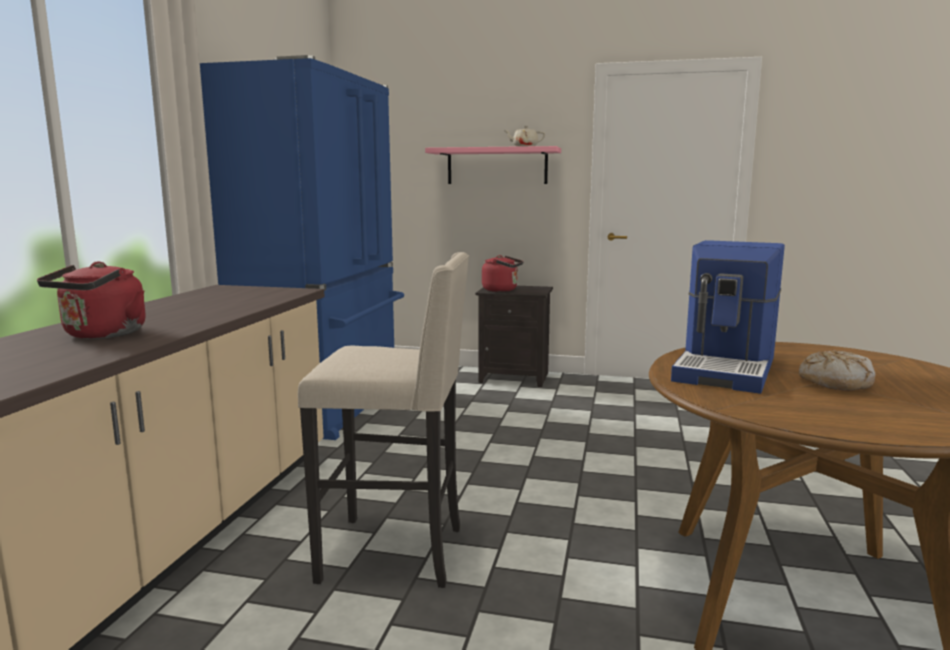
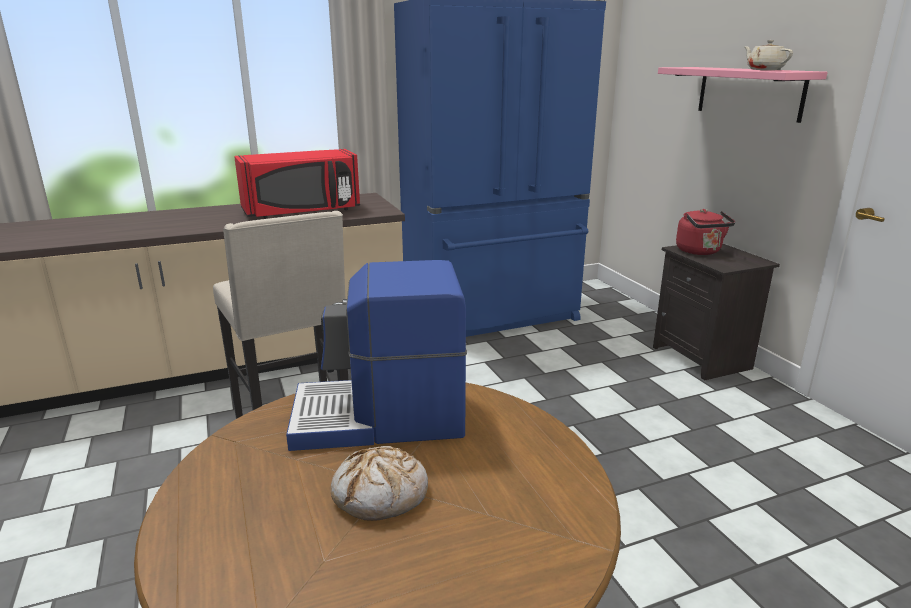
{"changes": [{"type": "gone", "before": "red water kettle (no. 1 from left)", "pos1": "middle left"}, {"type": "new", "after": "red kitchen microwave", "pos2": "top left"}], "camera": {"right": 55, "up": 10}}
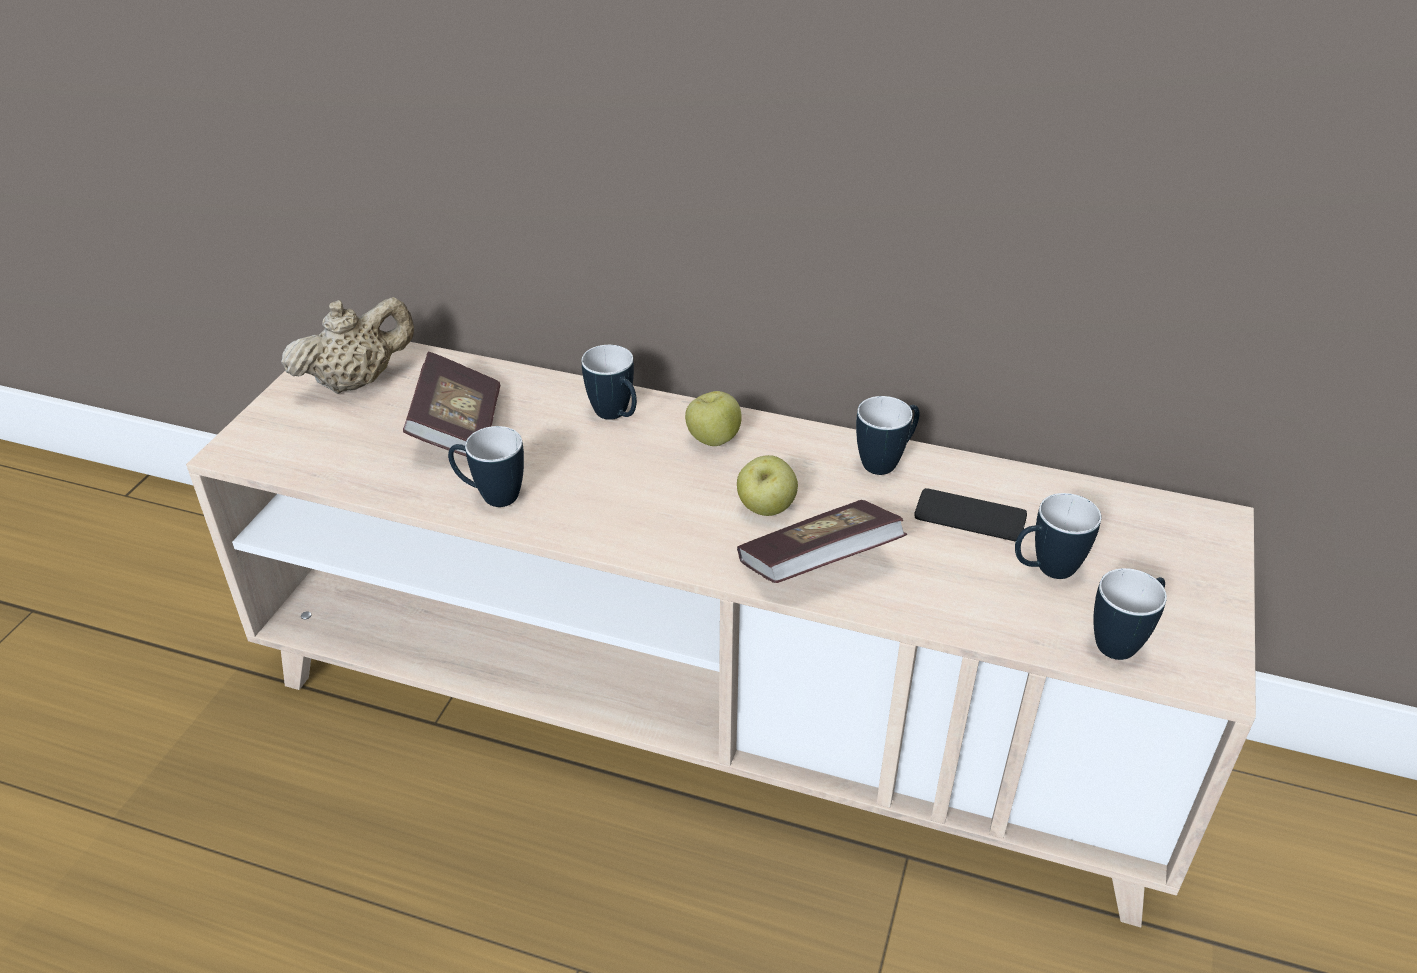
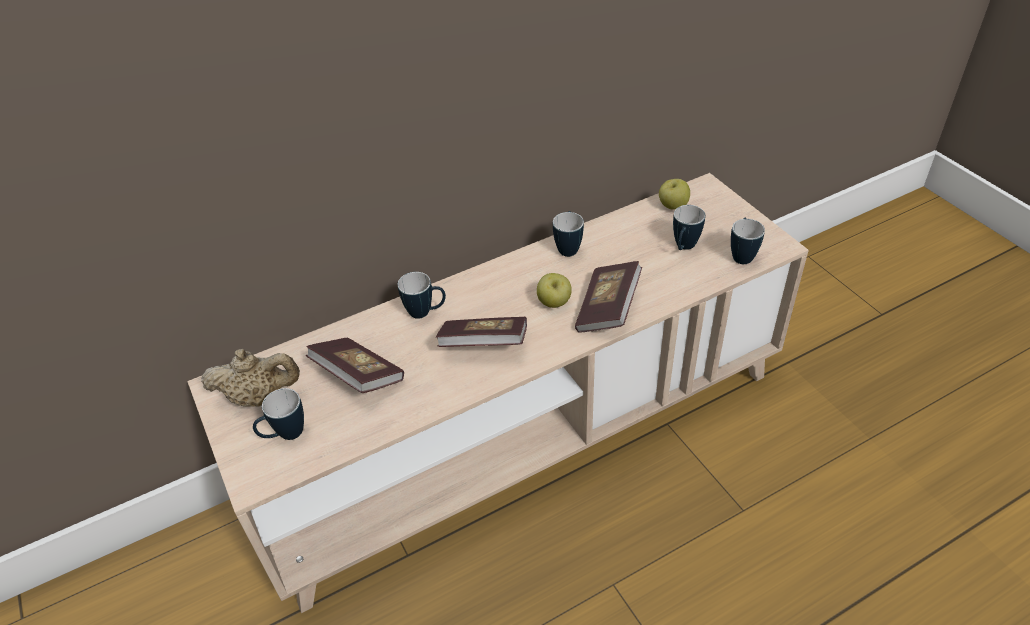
{"changes": [{"type": "gone", "before": "telephone", "pos1": "middle right"}, {"type": "new", "after": "bound book (no. 2 from left)", "pos2": "centre"}, {"type": "shifted", "before": "coffee mug (no. 1 from left)", "pos1": "centre", "pos2": "middle left"}, {"type": "shifted", "before": "whole apple (no. 1 from left in the first image)", "after": "whole apple (no. 2 from left)", "pos1": "centre", "pos2": "top centre"}, {"type": "rotated", "before": "beige-coloured pot for tea", "pos1": "middle left", "pos2": "middle left", "turn": 75}], "camera": {"right": -45, "up": 5}}
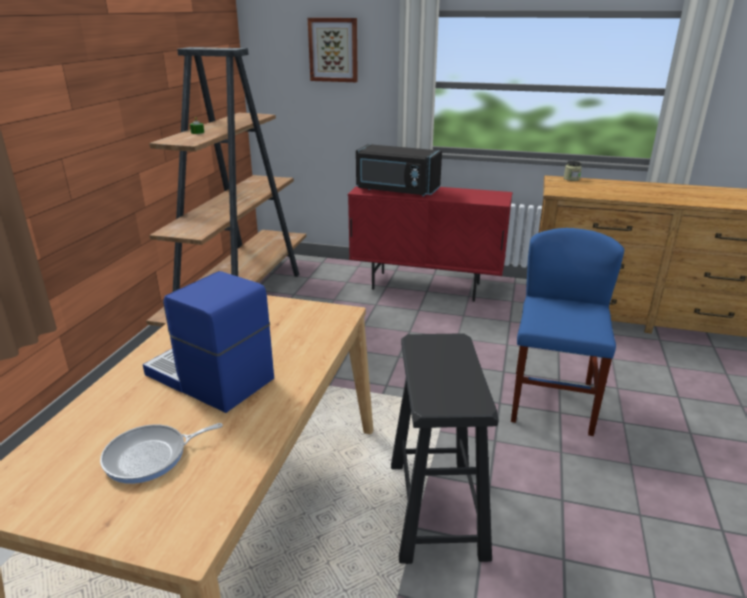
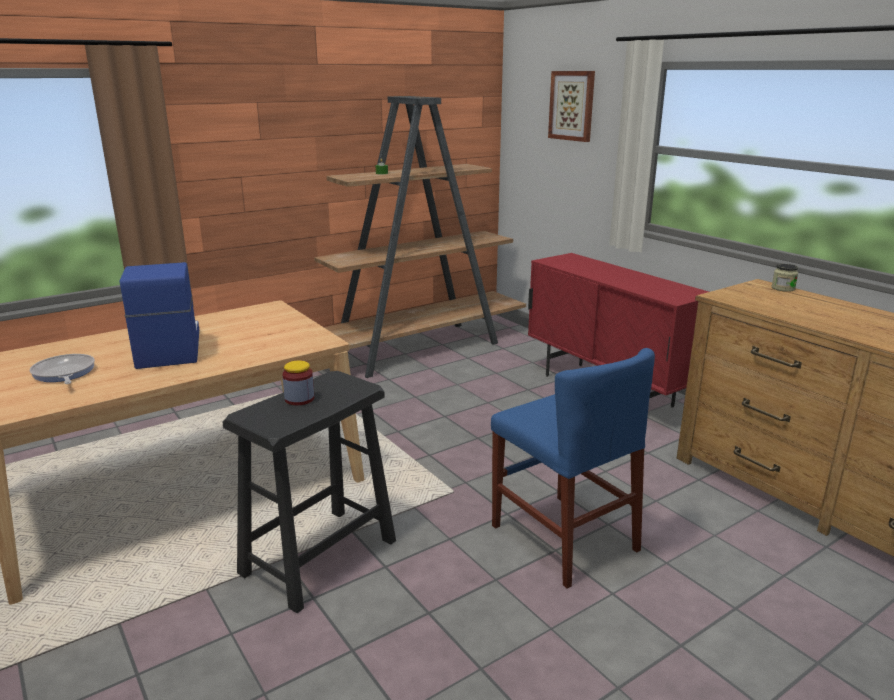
{"changes": [{"type": "gone", "before": "black-coloured kitchen microwave", "pos1": "top centre"}, {"type": "new", "after": "preserve jar (no. 1 from left)", "pos2": "centre"}, {"type": "rotated", "before": "frying pan", "pos1": "bottom left", "pos2": "middle left", "turn": 45}, {"type": "rotated", "before": "bluish upright chair", "pos1": "middle right", "pos2": "bottom centre", "turn": 90}], "camera": {"right": 40, "up": -5}}
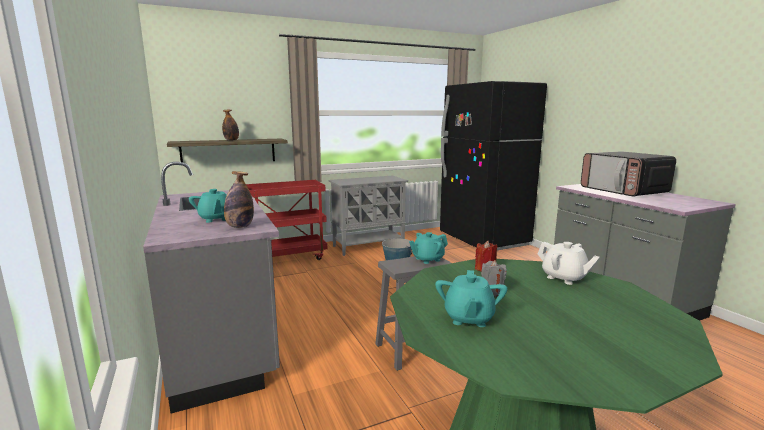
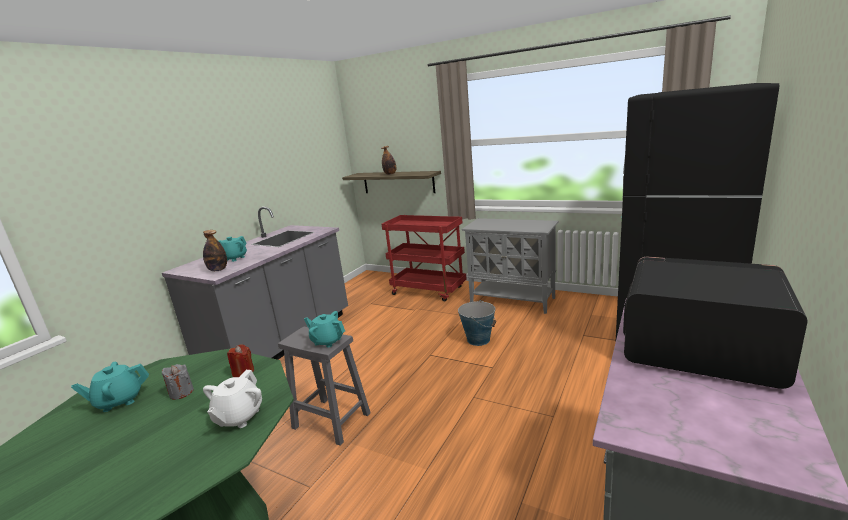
{"changes": [{"type": "rotated", "before": "kitchen microwave", "pos1": "middle right", "pos2": "middle right", "turn": 90}], "camera": {"right": 55, "up": 5}}
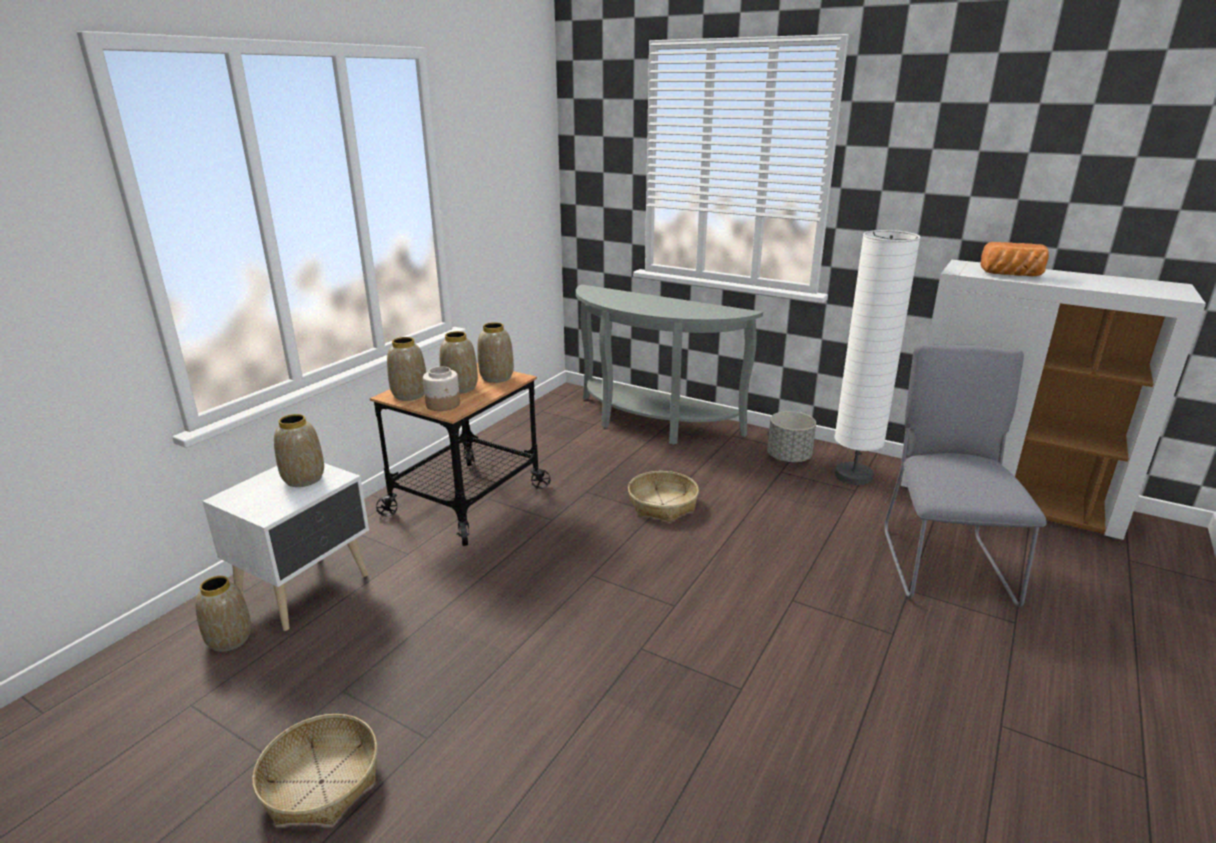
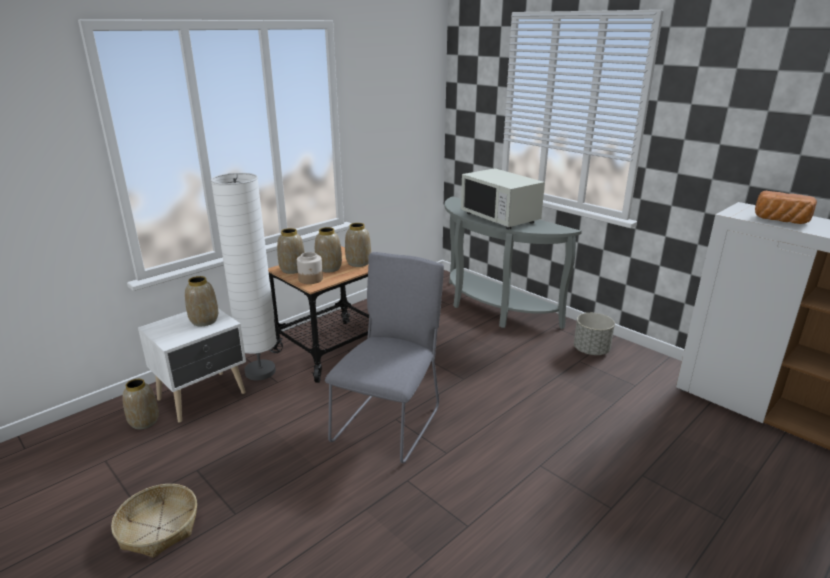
{"changes": [{"type": "gone", "before": "storage basket (no. 2 from left)", "pos1": "centre"}, {"type": "new", "after": "whitish kitchen microwave", "pos2": "centre"}, {"type": "shifted", "before": "whitish standard lamp", "pos1": "middle right", "pos2": "middle left"}, {"type": "shifted", "before": "greyish upright chair", "pos1": "middle right", "pos2": "centre"}], "camera": {"right": 15, "up": 0}}
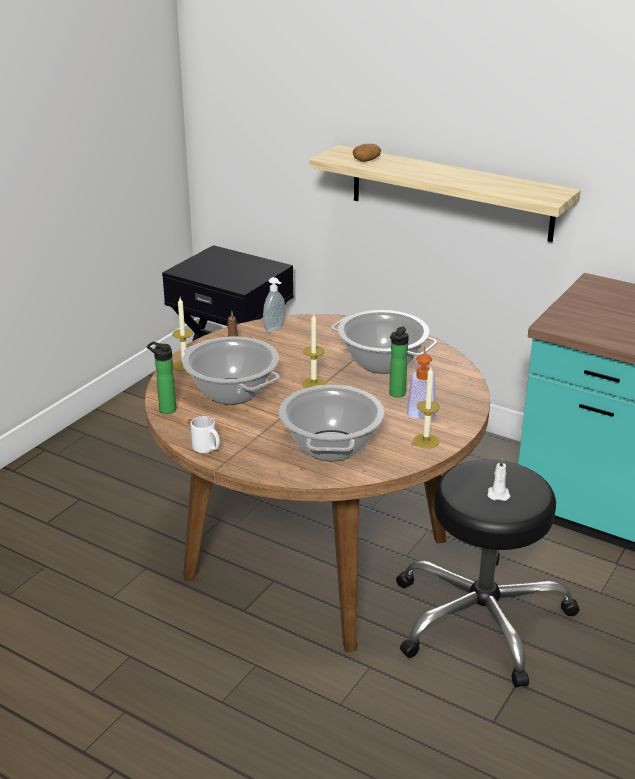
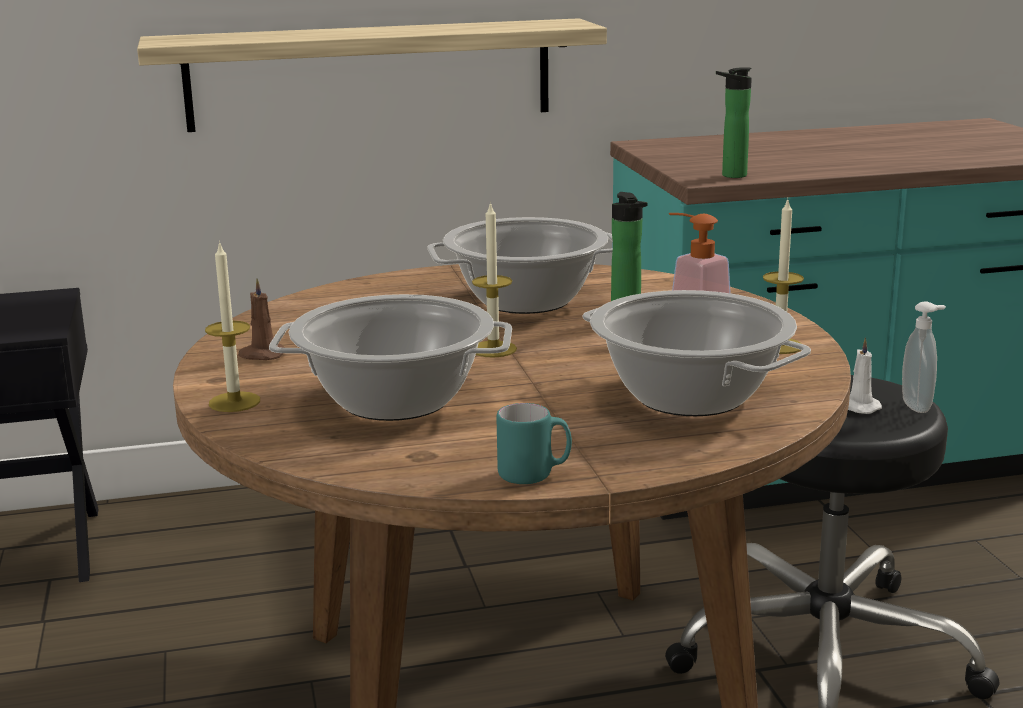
{"changes": [{"type": "gone", "before": "potato", "pos1": "top centre"}, {"type": "shifted", "before": "bottle (no. 1 from left in the first image)", "after": "bottle (no. 2 from left)", "pos1": "middle left", "pos2": "top right"}, {"type": "shifted", "before": "soap bottle (no. 1 from left in the first image)", "after": "soap bottle (no. 2 from left)", "pos1": "centre", "pos2": "middle right"}, {"type": "repainted", "before": "whitish coffee mug", "after": "turquoise coffee mug", "pos1": "middle left", "pos2": "centre"}], "camera": {"right": -45, "up": -10}}
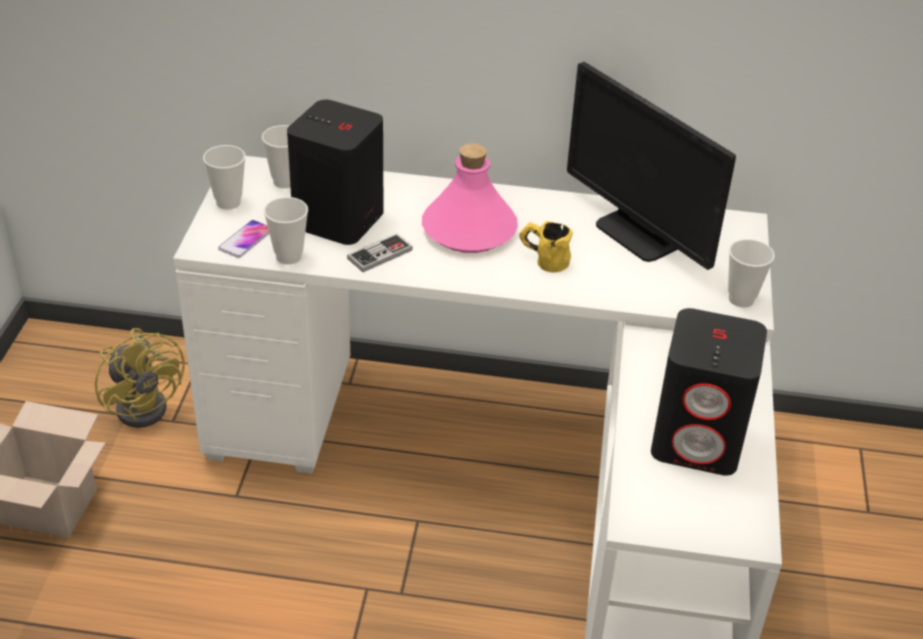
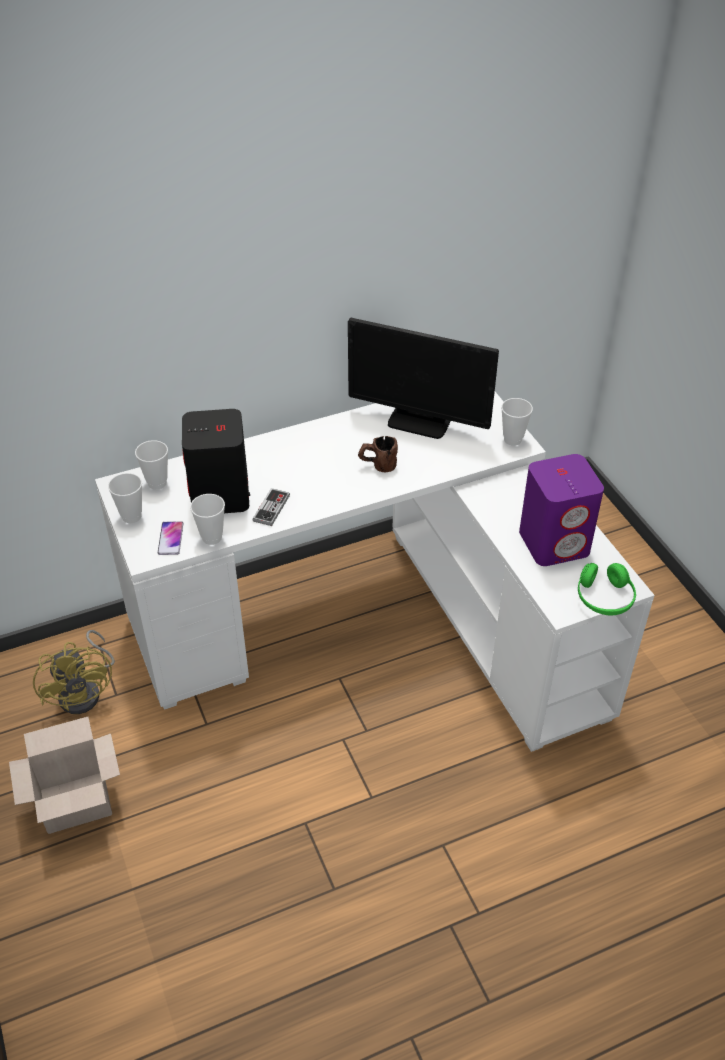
{"changes": [{"type": "gone", "before": "pinkish bottle", "pos1": "top centre"}, {"type": "new", "after": "green-coloured headphones", "pos2": "middle right"}, {"type": "repainted", "before": "yellow-coloured coffee mug", "after": "brown coffee mug", "pos1": "centre", "pos2": "centre"}, {"type": "repainted", "before": "black-coloured loudspeaker (no. 2 from left)", "after": "purplish loudspeaker", "pos1": "middle right", "pos2": "middle right"}, {"type": "rotated", "before": "yellow-coloured electric fan", "pos1": "middle left", "pos2": "middle left", "turn": 45}], "camera": {"right": -30, "up": 5}}
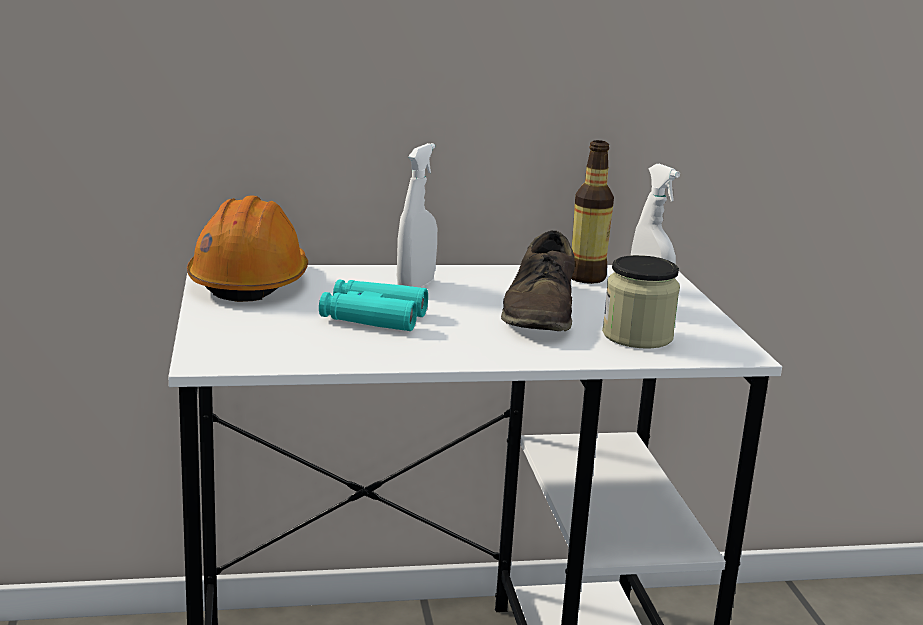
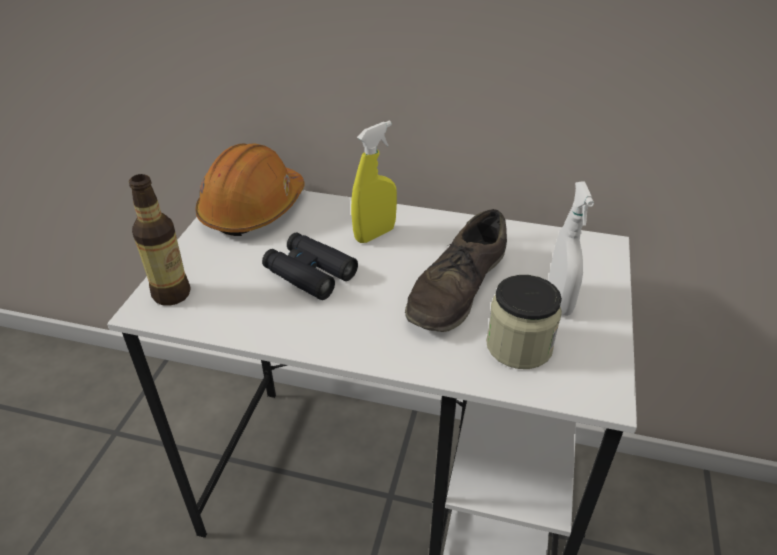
{"changes": [{"type": "shifted", "before": "bottle", "pos1": "centre", "pos2": "middle left"}, {"type": "repainted", "before": "turquoise binoculars", "after": "black-coloured binoculars", "pos1": "centre", "pos2": "centre"}, {"type": "repainted", "before": "whitish spray bottle (no. 1 from left)", "after": "yellow-coloured spray bottle", "pos1": "centre", "pos2": "top centre"}], "camera": {"right": 25, "up": 20}}
